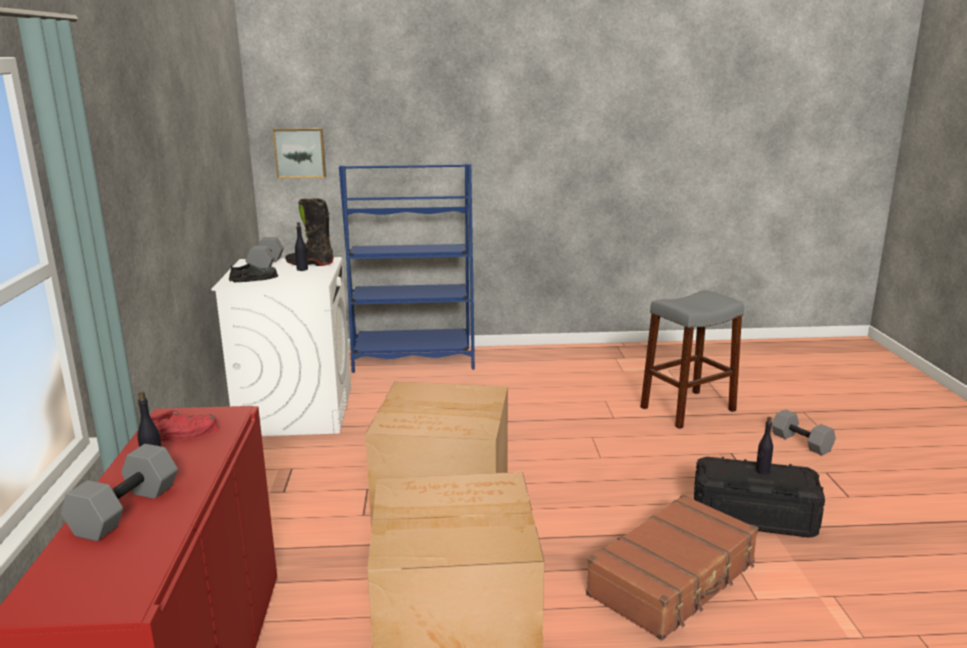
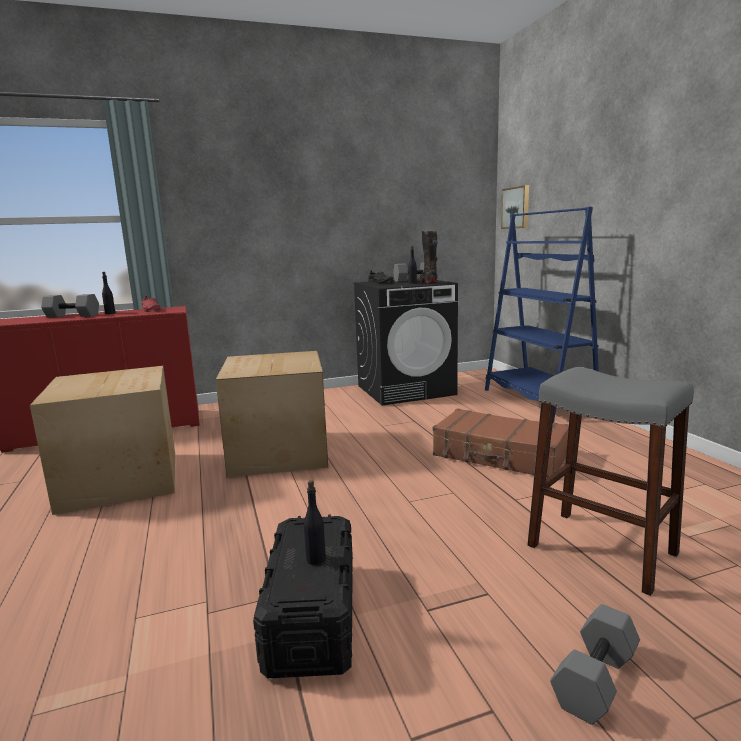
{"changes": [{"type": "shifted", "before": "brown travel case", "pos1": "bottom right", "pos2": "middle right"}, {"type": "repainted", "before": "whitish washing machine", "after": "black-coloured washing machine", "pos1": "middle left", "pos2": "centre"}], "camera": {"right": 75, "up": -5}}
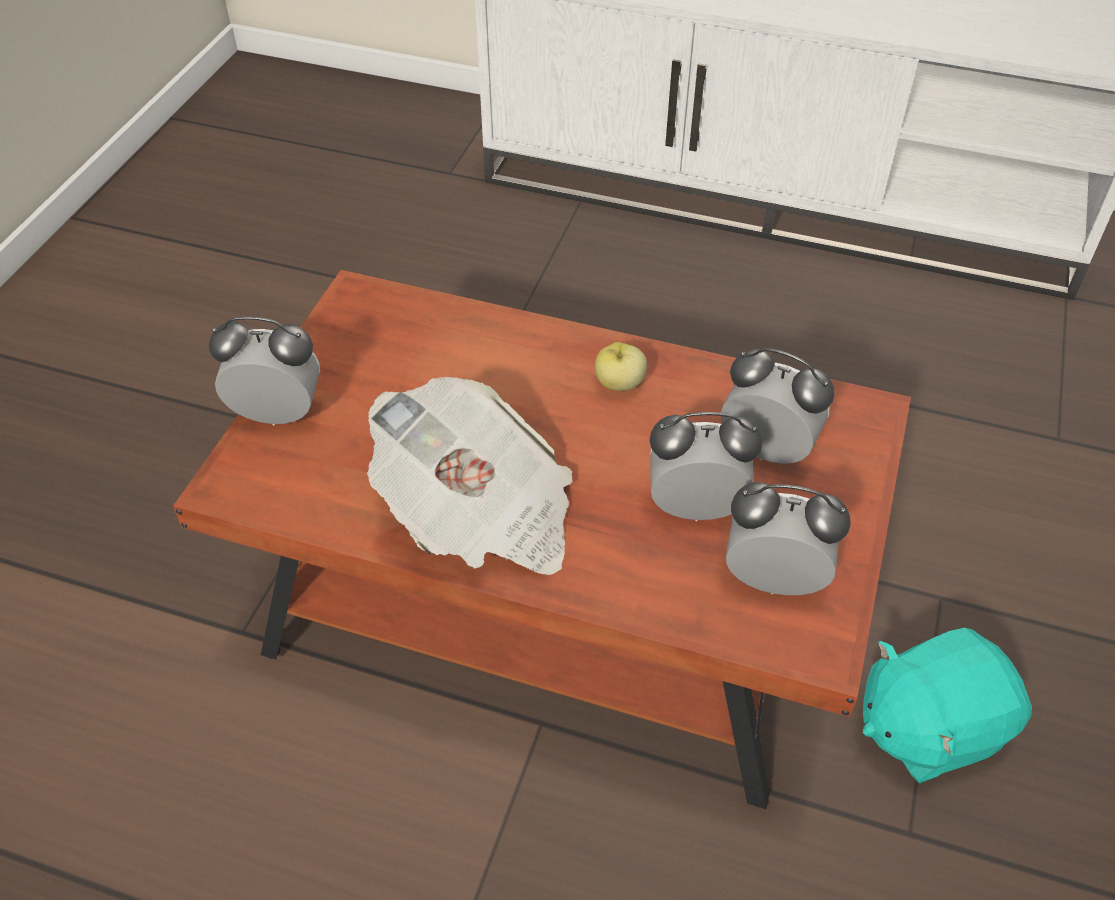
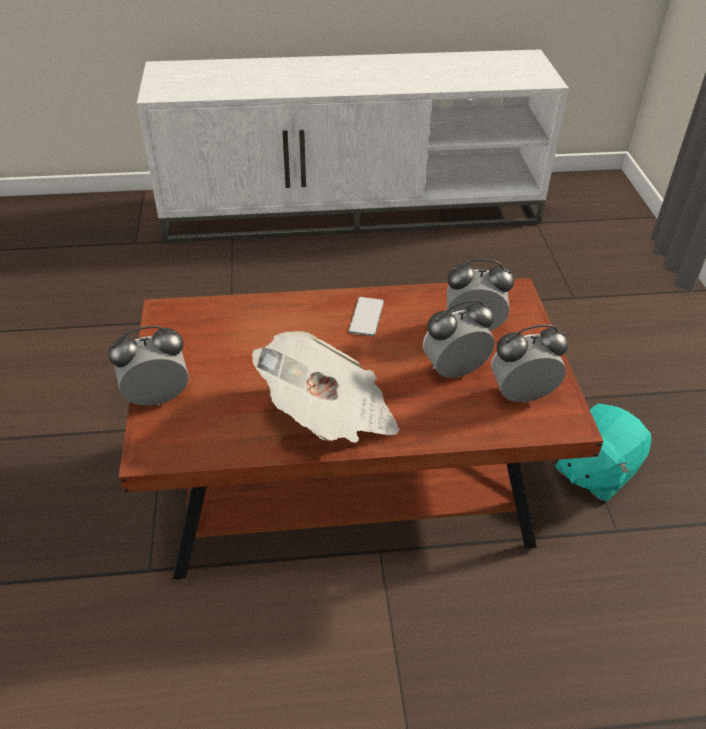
{"changes": [{"type": "swapped", "before": "whole apple", "after": "telephone", "pos1": "centre", "pos2": "centre"}], "camera": {"right": -25, "up": -5}}
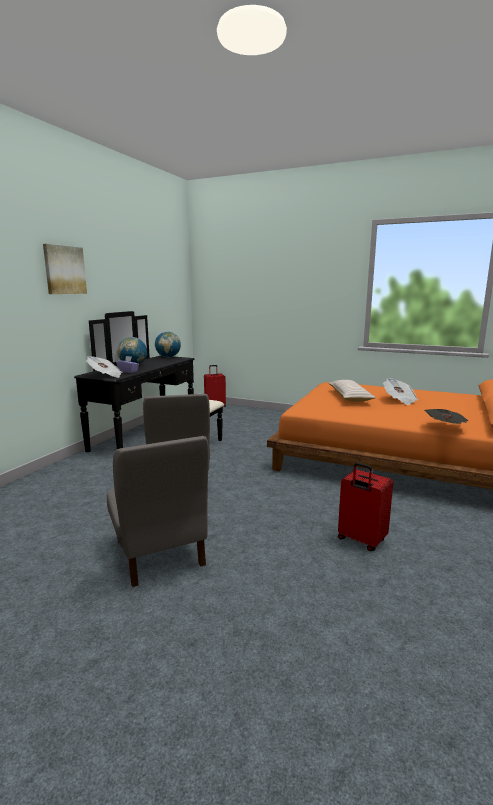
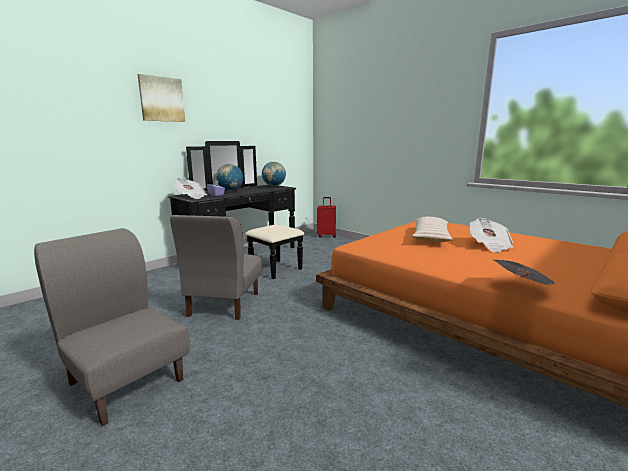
{"changes": [{"type": "gone", "before": "red travel case (no. 2 from left)", "pos1": "middle right"}, {"type": "rotated", "before": "greyish upright chair (no. 1 from left)", "pos1": "middle left", "pos2": "bottom left", "turn": 135}], "camera": {"right": 20, "up": 0}}
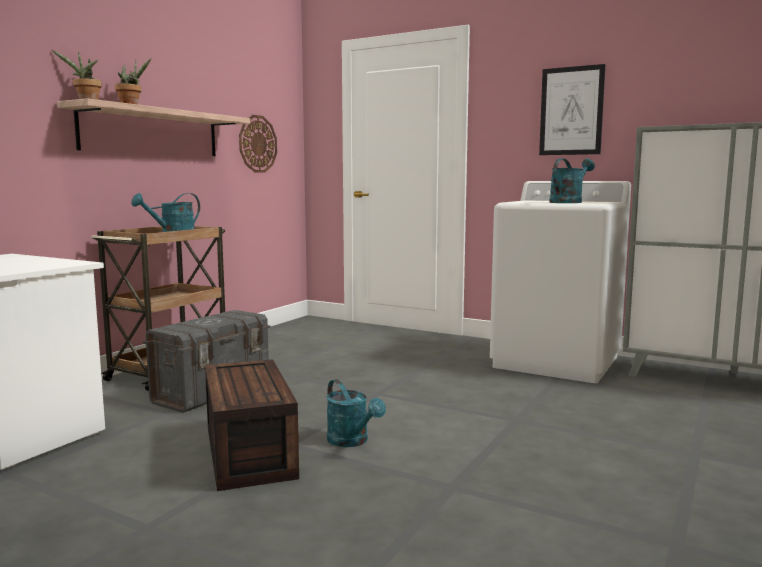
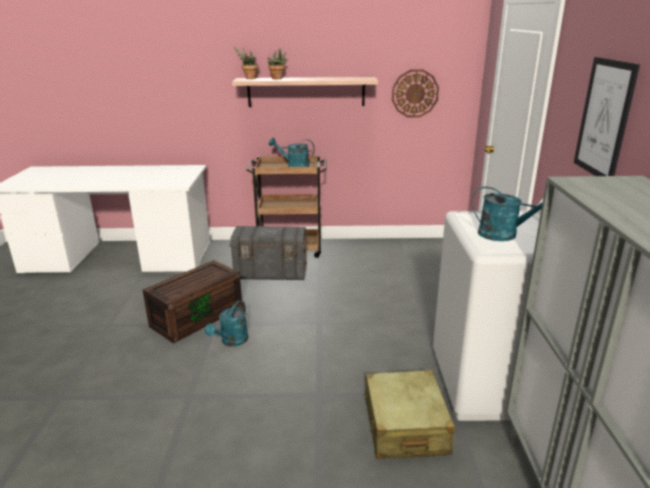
{"changes": [{"type": "new", "after": "beige-coloured travel case", "pos2": "bottom centre"}], "camera": {"right": 60, "up": 15}}
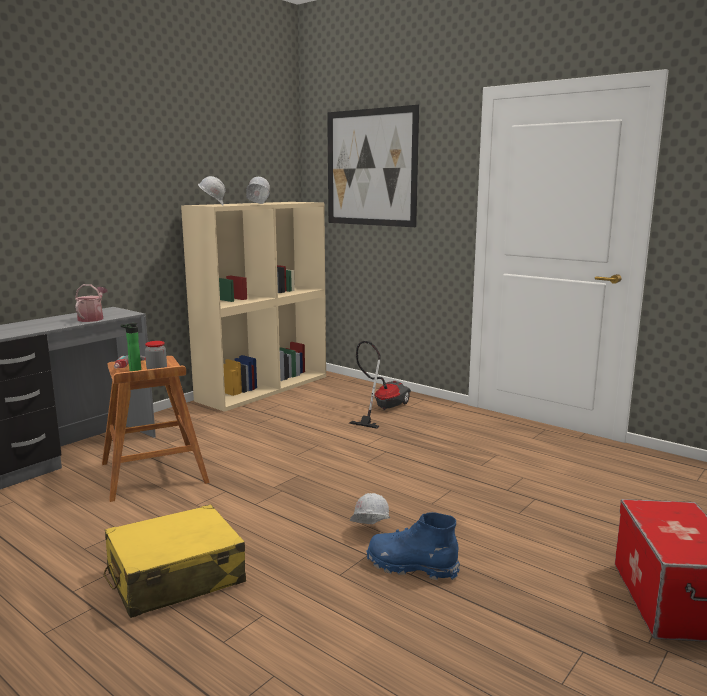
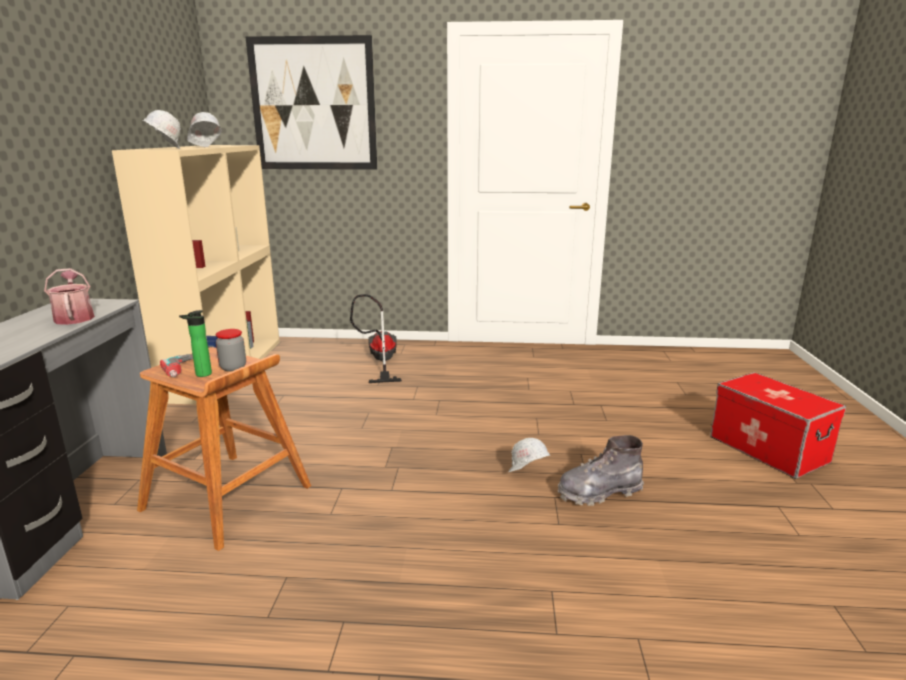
{"changes": [{"type": "gone", "before": "yellow-coloured travel case", "pos1": "bottom left"}, {"type": "repainted", "before": "bluish high-top boot", "after": "greyish high-top boot", "pos1": "bottom centre", "pos2": "bottom centre"}], "camera": {"right": -35, "up": 5}}
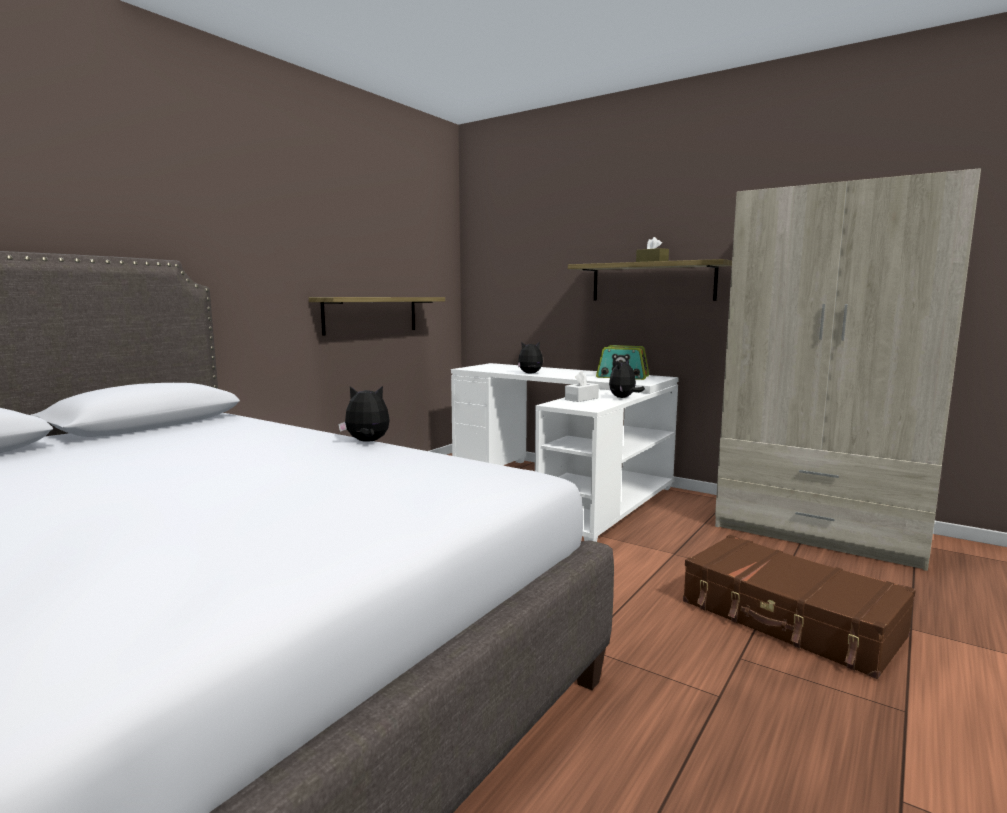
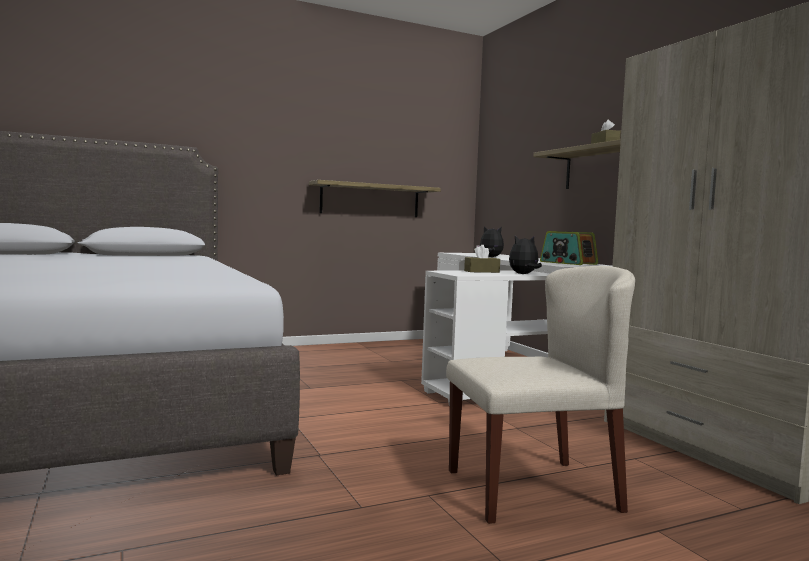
{"changes": [{"type": "gone", "before": "cuddly toy (no. 1 from left)", "pos1": "centre"}, {"type": "swapped", "before": "brown travel case", "after": "beige-coloured upright chair", "pos1": "bottom right", "pos2": "bottom right"}, {"type": "repainted", "before": "whitish box of tissues", "after": "brown box of tissues (no. 1 from left)", "pos1": "centre", "pos2": "centre"}], "camera": {"right": 30, "up": -5}}
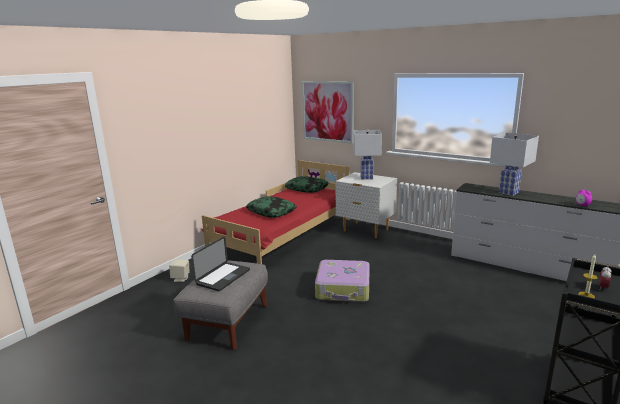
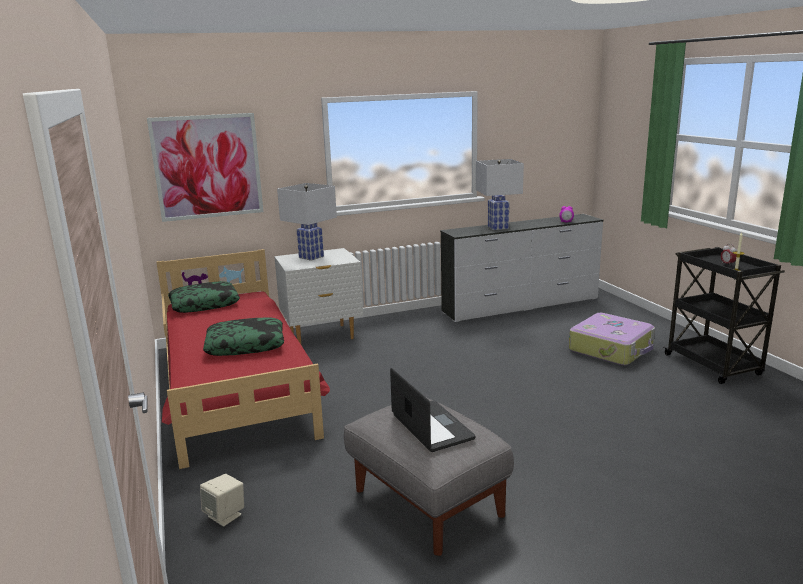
{"changes": [{"type": "shifted", "before": "travel case", "pos1": "bottom centre", "pos2": "middle right"}], "camera": {"right": -55, "up": 0}}
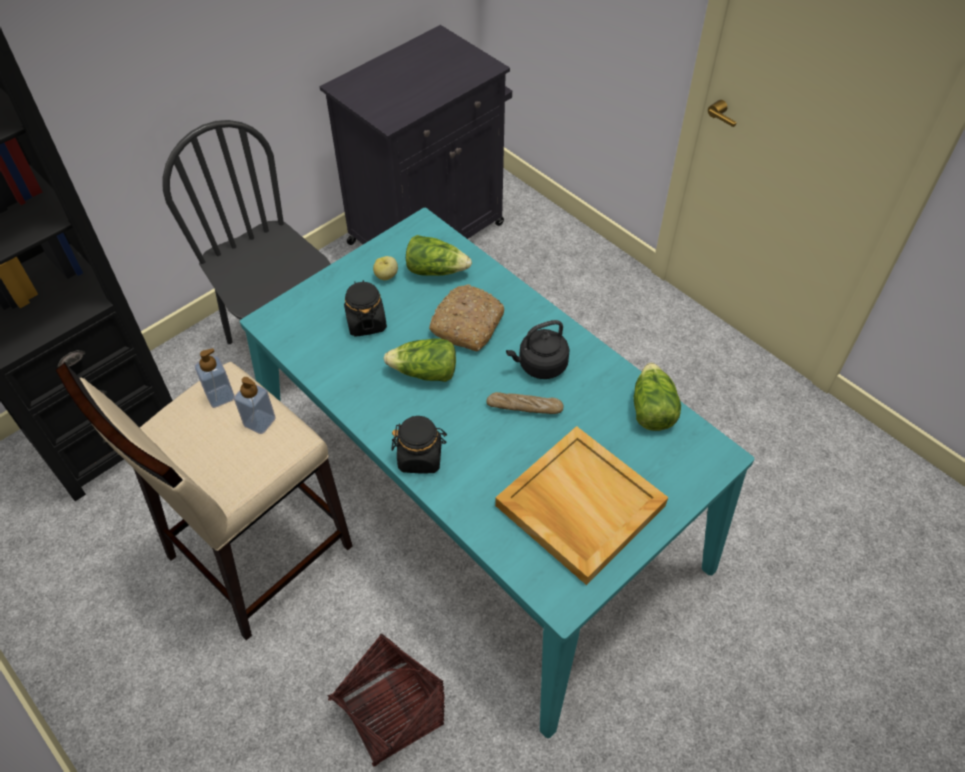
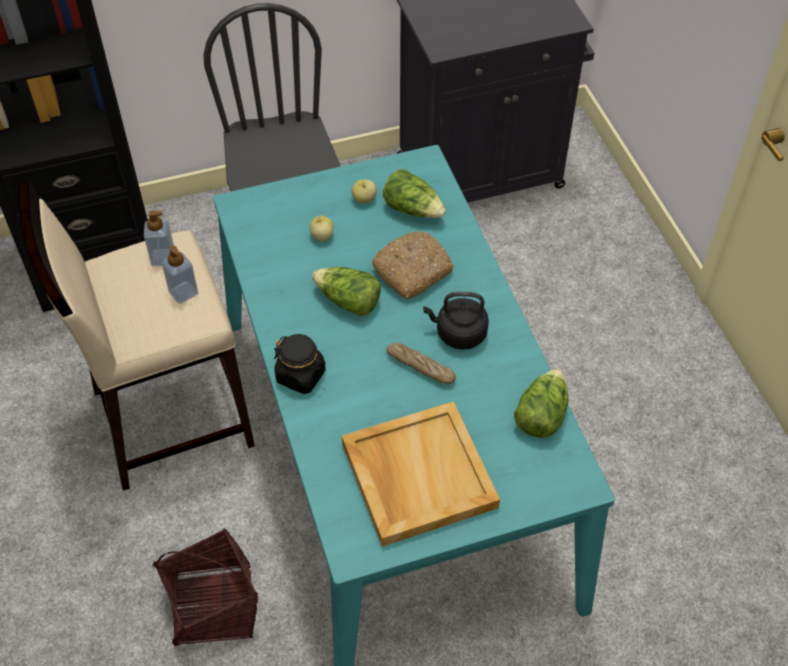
{"changes": [{"type": "swapped", "before": "black-coloured preserve jar (no. 1 from left)", "after": "whole apple (no. 1 from left)", "pos1": "centre", "pos2": "centre"}], "camera": {"right": 25, "up": 0}}
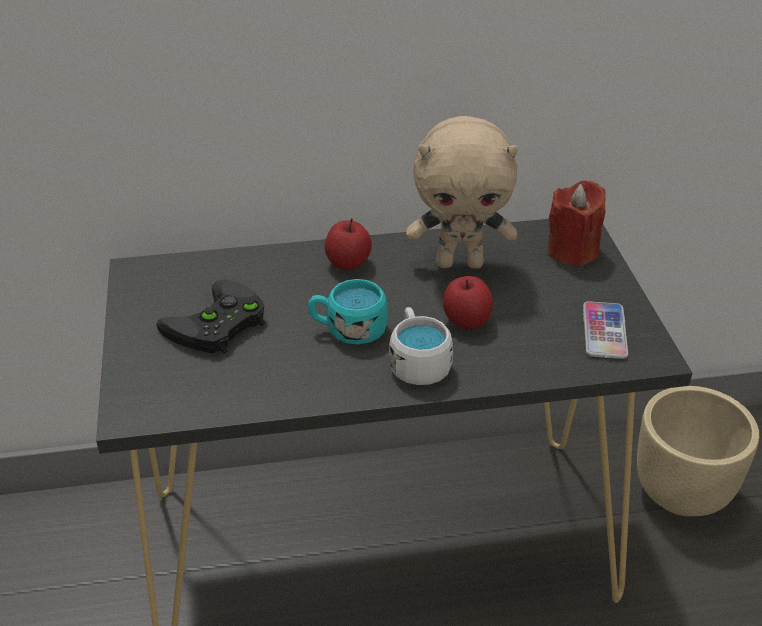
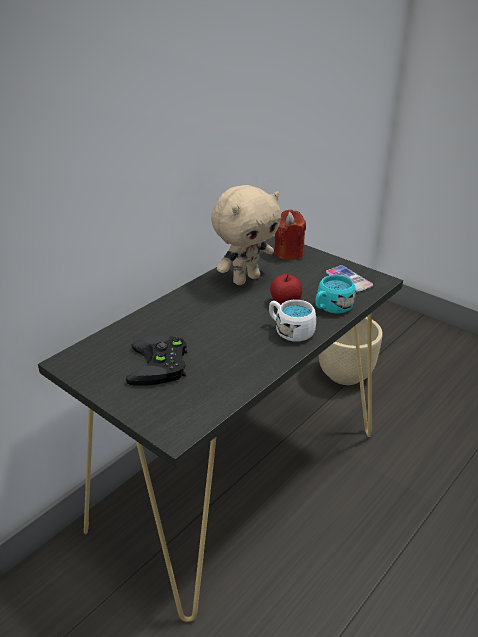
{"changes": [{"type": "gone", "before": "whole apple (no. 1 from left)", "pos1": "centre"}, {"type": "shifted", "before": "turquoise coffee mug", "pos1": "centre", "pos2": "middle right"}], "camera": {"right": -40, "up": -5}}
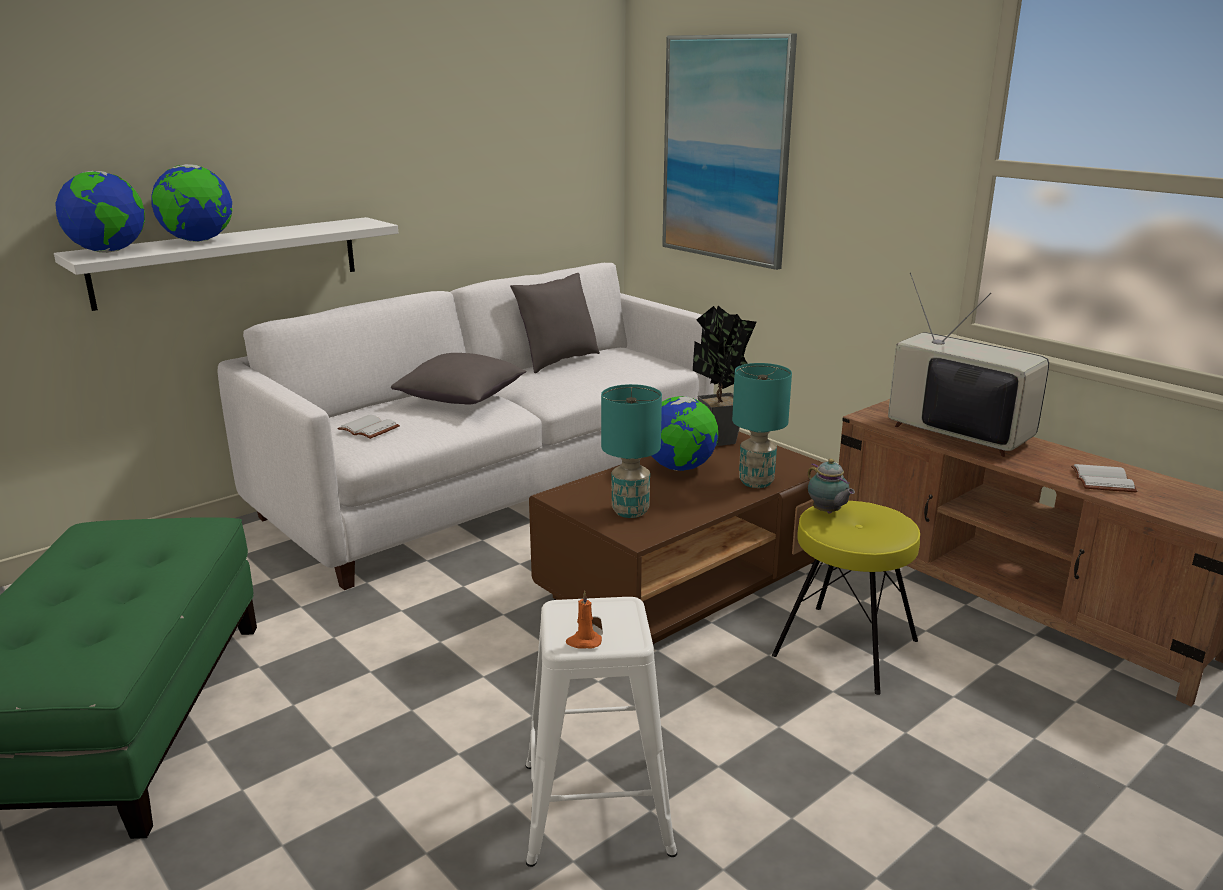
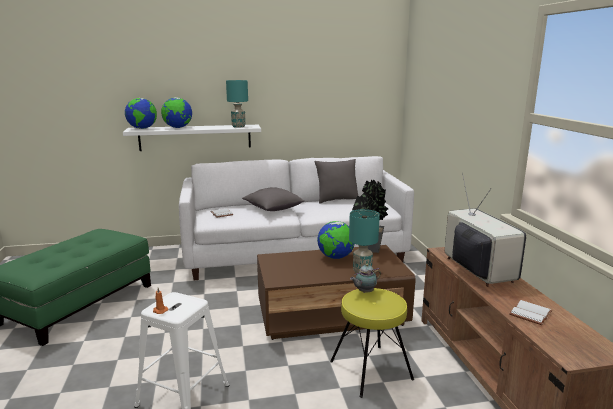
{"changes": [{"type": "gone", "before": "wall picture", "pos1": "top centre"}, {"type": "shifted", "before": "turquoise table lamp (no. 1 from left)", "pos1": "centre", "pos2": "top centre"}, {"type": "rotated", "before": "pot for tea", "pos1": "middle right", "pos2": "bottom centre", "turn": 60}], "camera": {"right": 30, "up": -5}}
